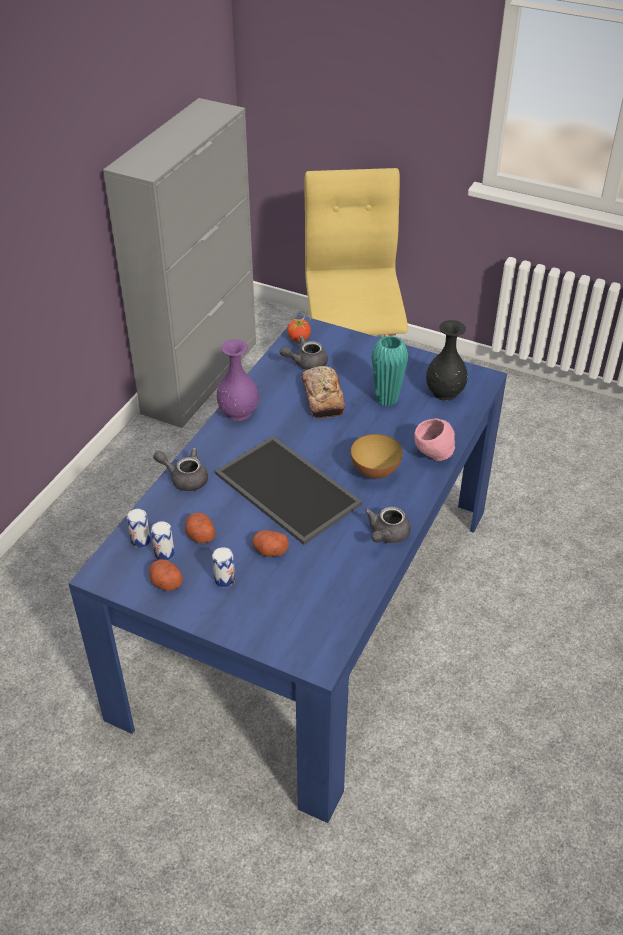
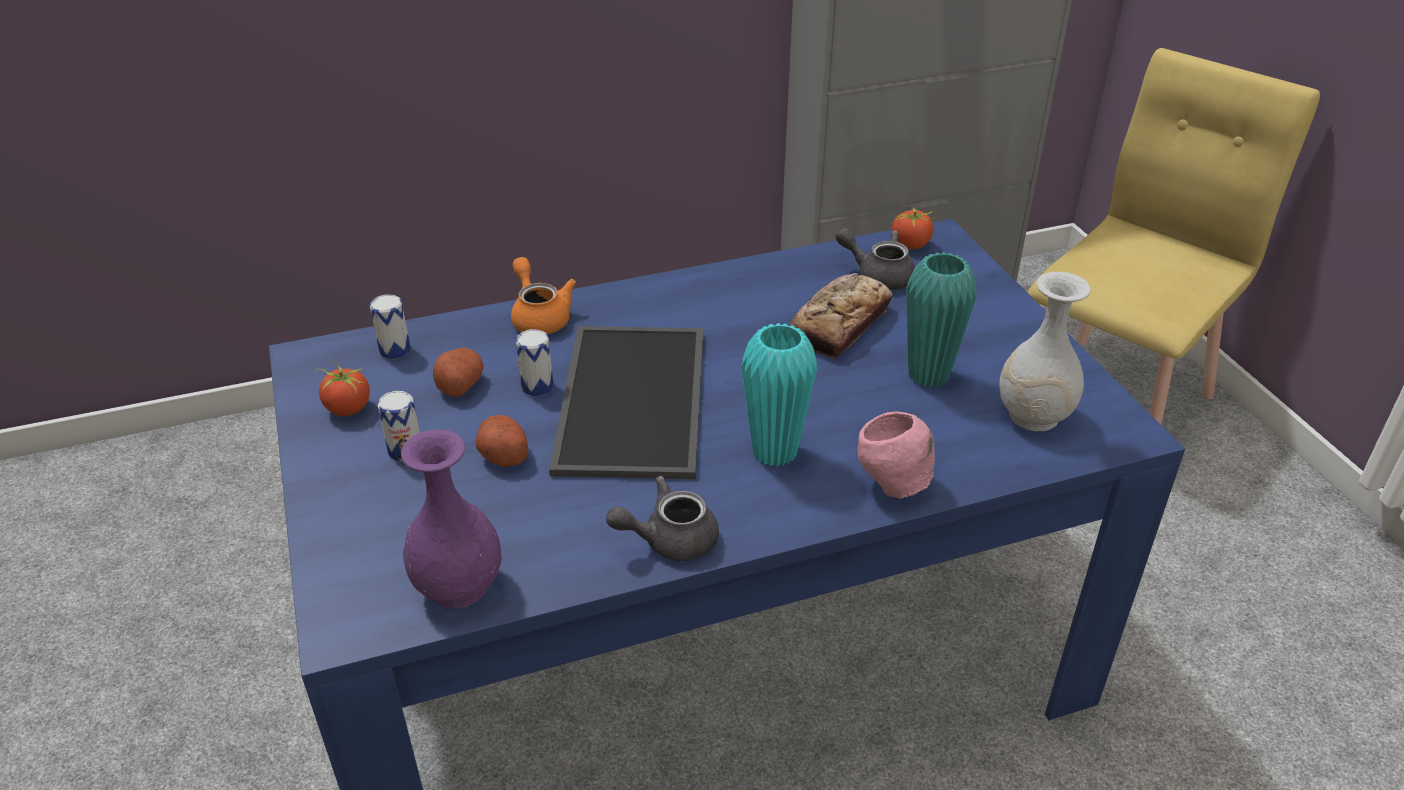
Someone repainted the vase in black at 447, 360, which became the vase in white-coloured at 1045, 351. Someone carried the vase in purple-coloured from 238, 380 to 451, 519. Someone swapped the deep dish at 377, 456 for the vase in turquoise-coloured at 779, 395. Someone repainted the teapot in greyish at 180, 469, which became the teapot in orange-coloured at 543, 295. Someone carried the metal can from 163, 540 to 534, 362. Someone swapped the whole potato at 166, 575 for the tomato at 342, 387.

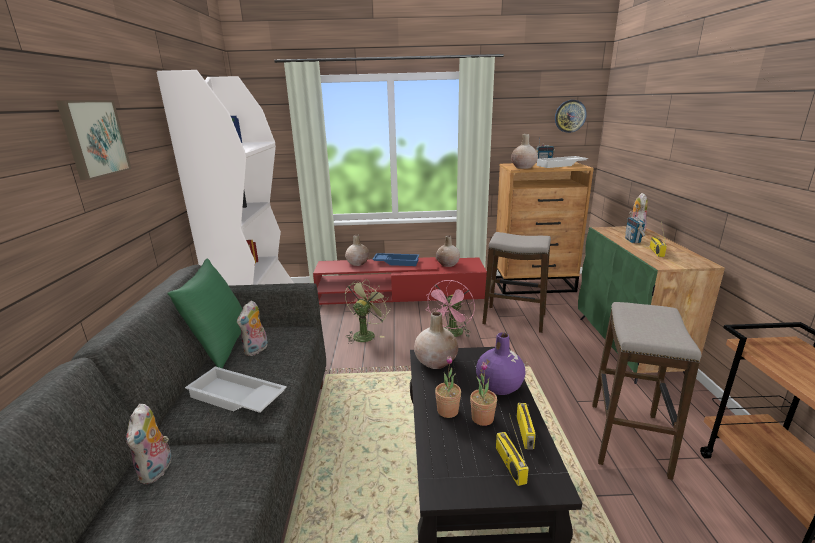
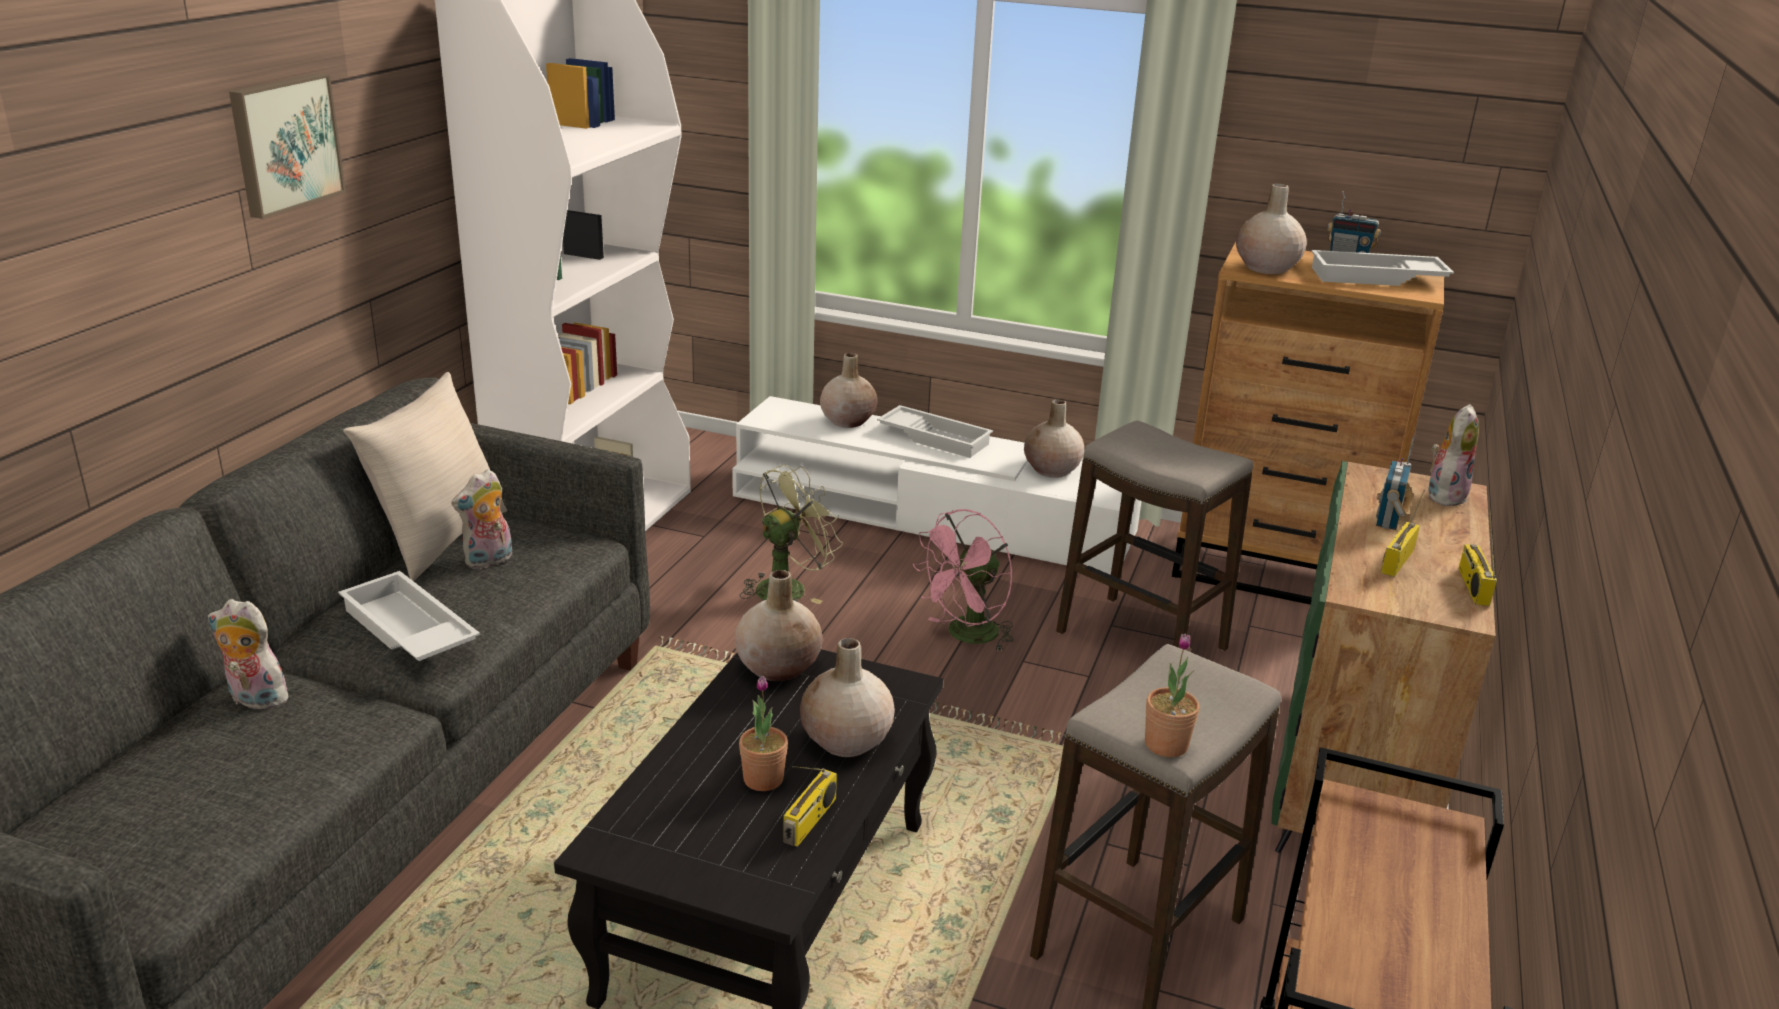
Someone took away the wall clock at 571, 116. Someone repainted the tray in bluish at 395, 259, which became the tray in white-coloured at 935, 431. Someone repainted the tv stand in red-coloured at 400, 281, which became the tv stand in white-coloured at 936, 485. Someone repainted the pillow in green at 205, 313, which became the pillow in beige at 425, 476. Someone repainted the vase in purple-coloured at 501, 364, which became the vase in beige at 847, 697. Someone carried the houseplant from 448, 387 to 1172, 695. Someone rotated the cuddly toy at 150, 444 by 90 degrees clockwise. Someone carried the radio receiver from 512, 449 to 1477, 558.

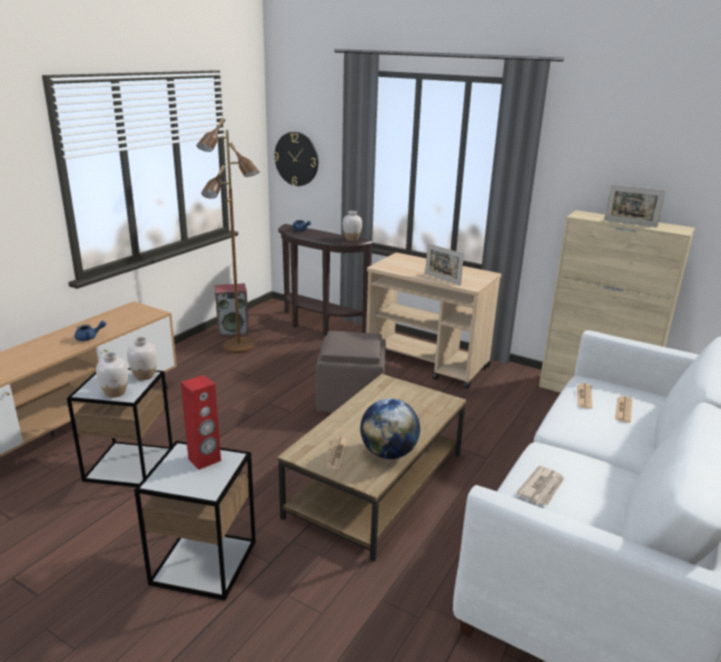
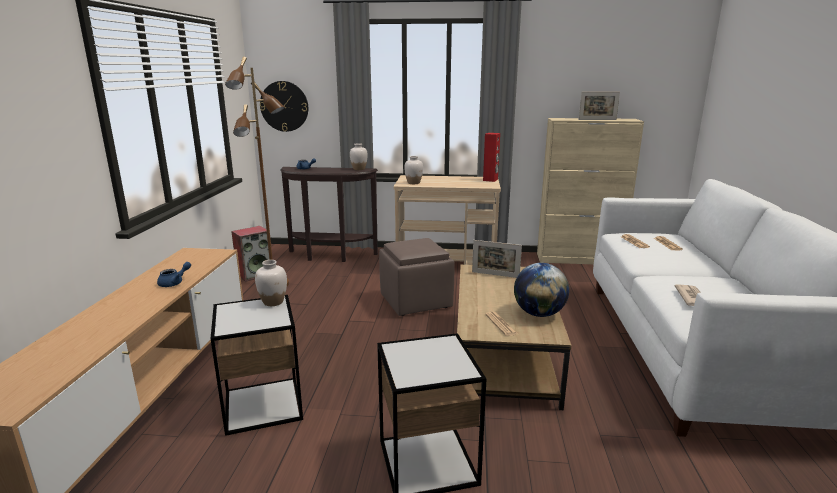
Someone carried the photo frame from 444, 264 to 497, 259. Someone carried the vase in white-coloured from 112, 375 to 413, 170. Someone carried the audio speaker in red-coloured from 201, 422 to 491, 157.

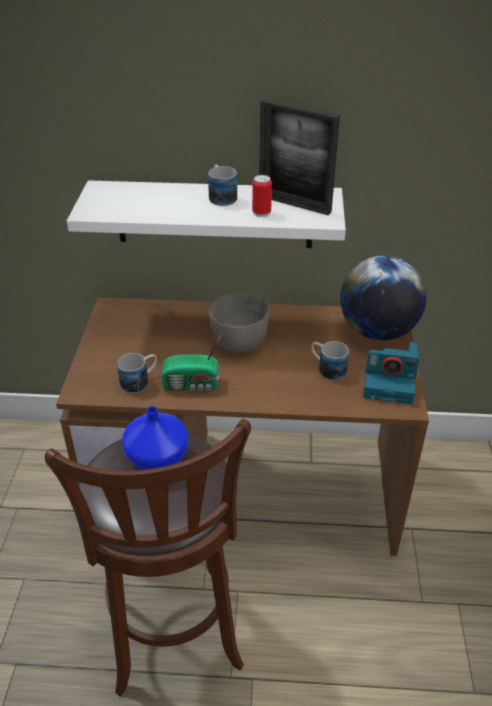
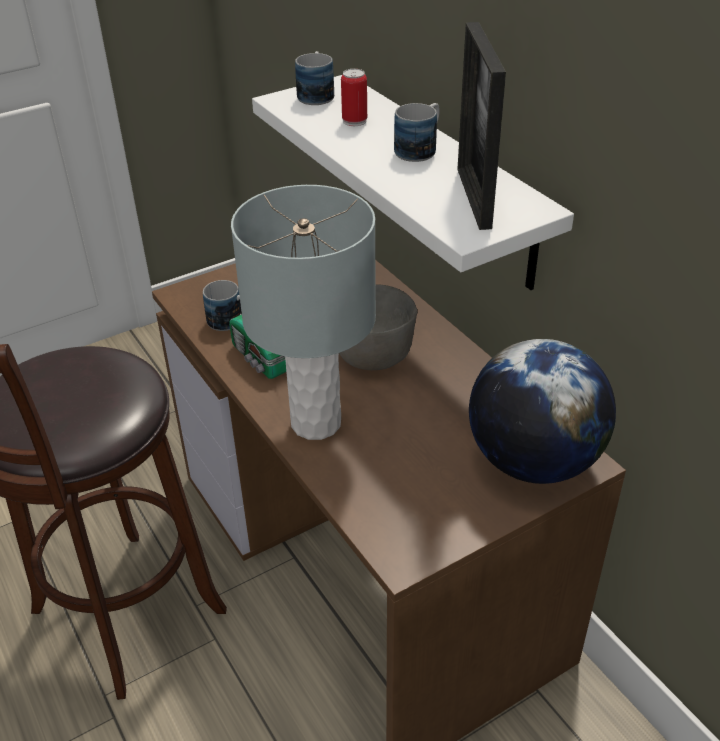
Someone carried the metal can from 262, 196 to 354, 97. Someone carried the mug from 330, 360 to 314, 78. Someone took away the photo camera at 391, 373. Someone took away the vase in bluish at 155, 438. Someone put down the lamp for a table in greyish at 303, 312.

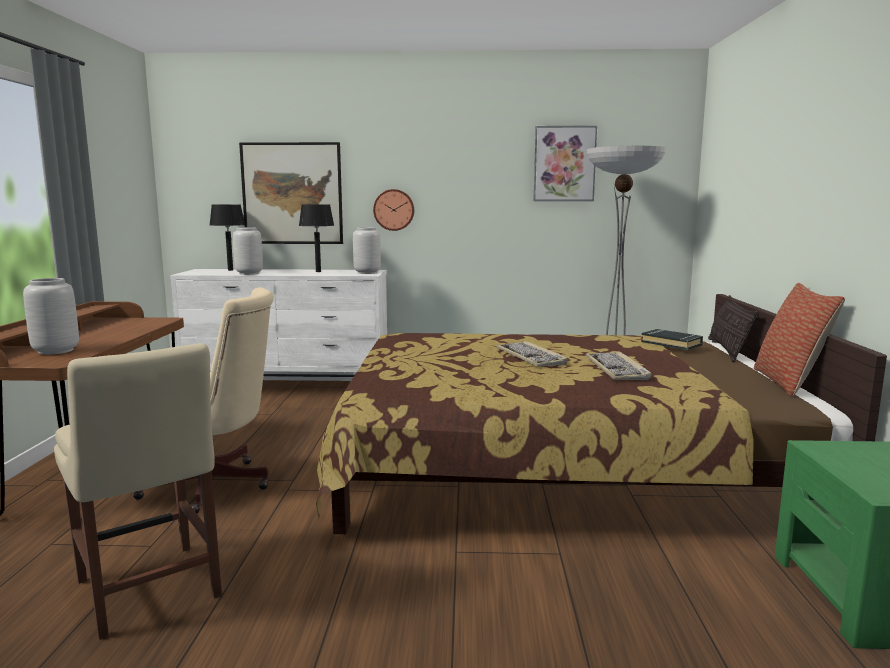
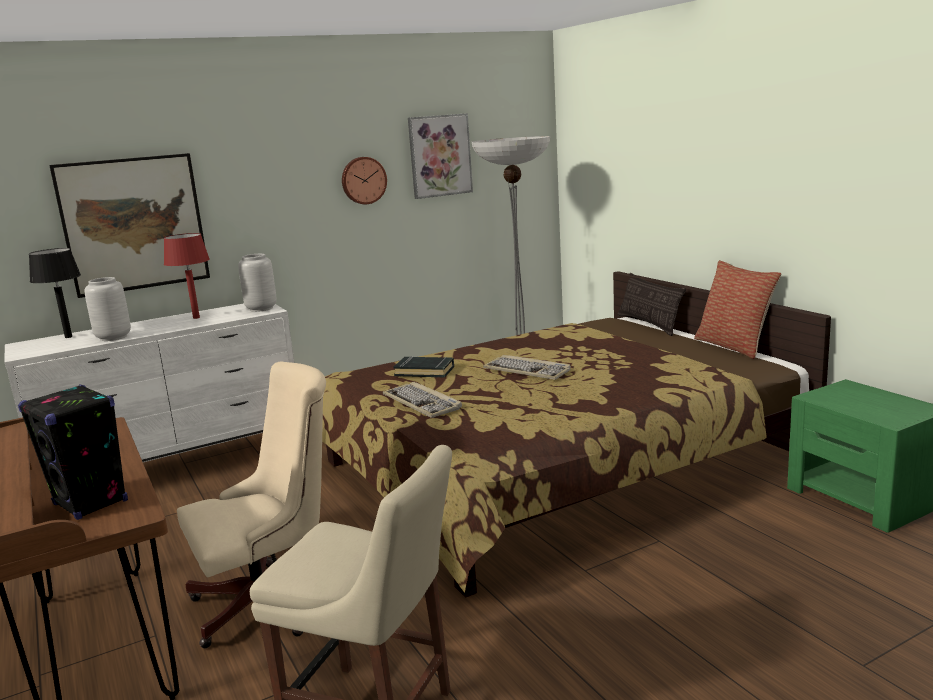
Someone carried the wall clock from 393, 210 to 364, 180. Someone repainted the lamp for a table in black at 316, 238, which became the lamp for a table in red-coloured at 187, 276. Someone swapped the vase in greyish at 51, 316 for the audio speaker in black at 73, 452. Someone carried the bound book in black from 672, 339 to 423, 366. Someone carried the keyboard from 619, 365 to 422, 400.

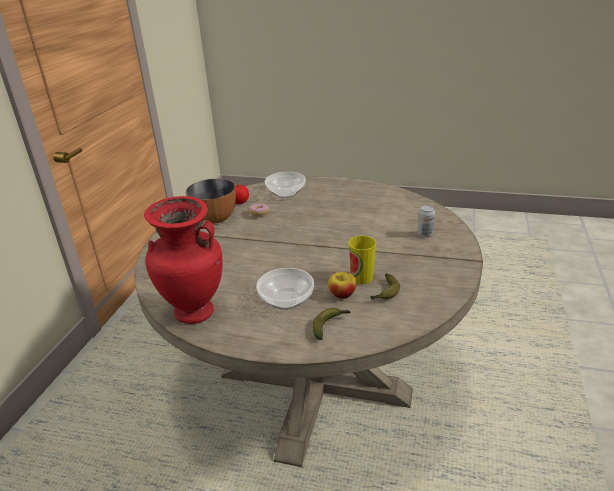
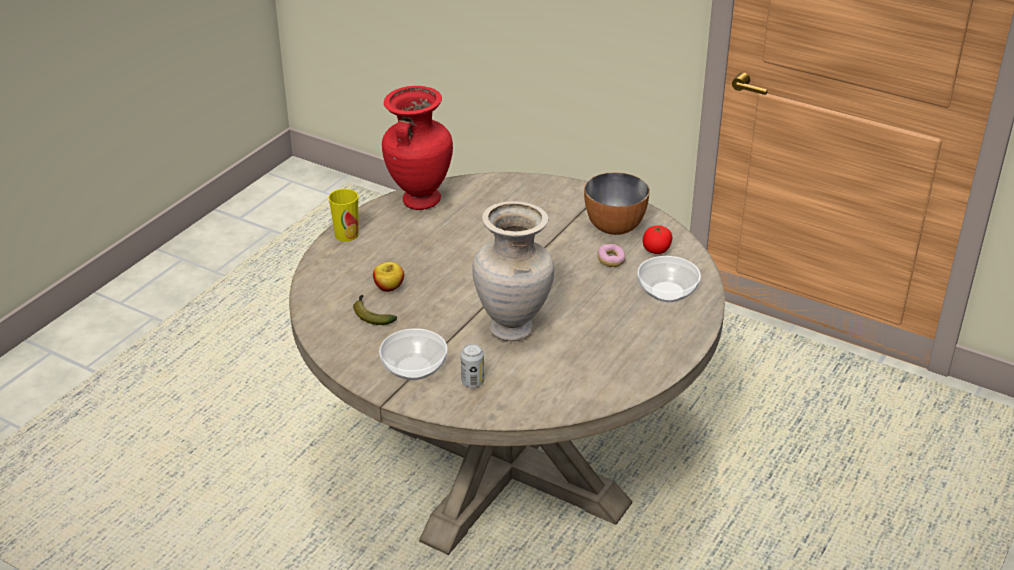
Someone carried the small cup from 362, 260 to 343, 215. Someone carried the deep dish from 285, 289 to 413, 354. Someone took away the banana fruit at 331, 324. Someone put down the vase in beige at 513, 271.

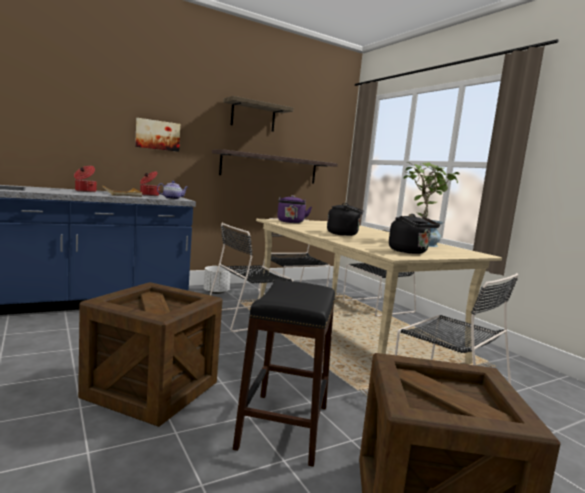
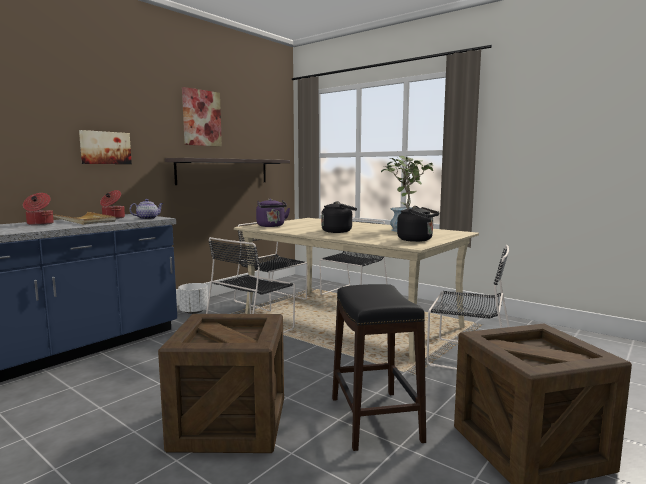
Someone swapped the bracket shelf at 258, 114 for the wall art at 202, 117.

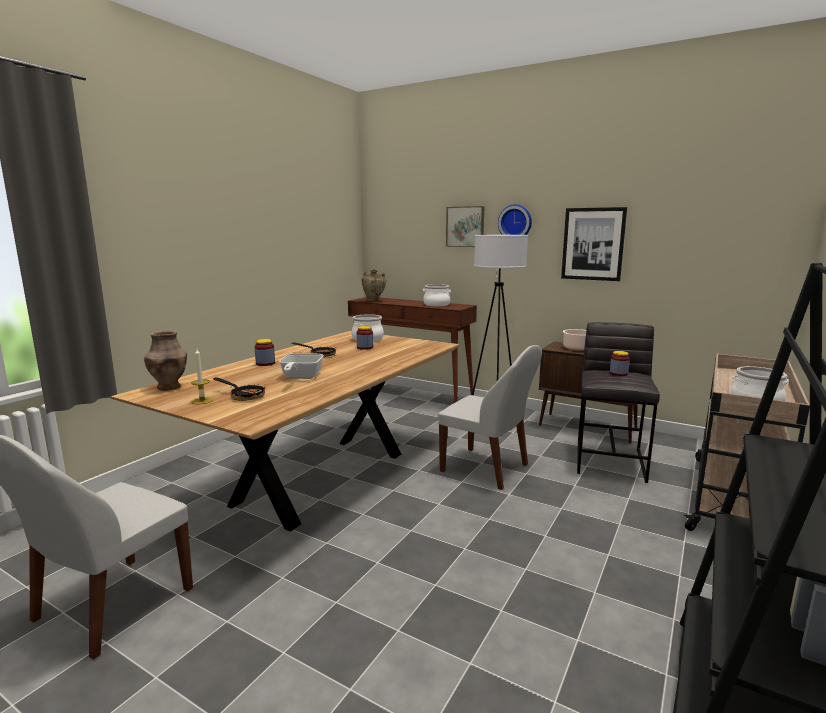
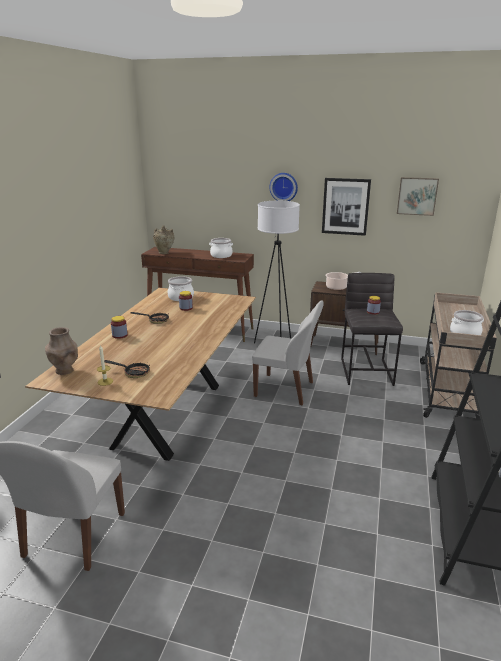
Someone carried the wall art from 465, 226 to 418, 196. Someone took away the frying pan at 301, 366.

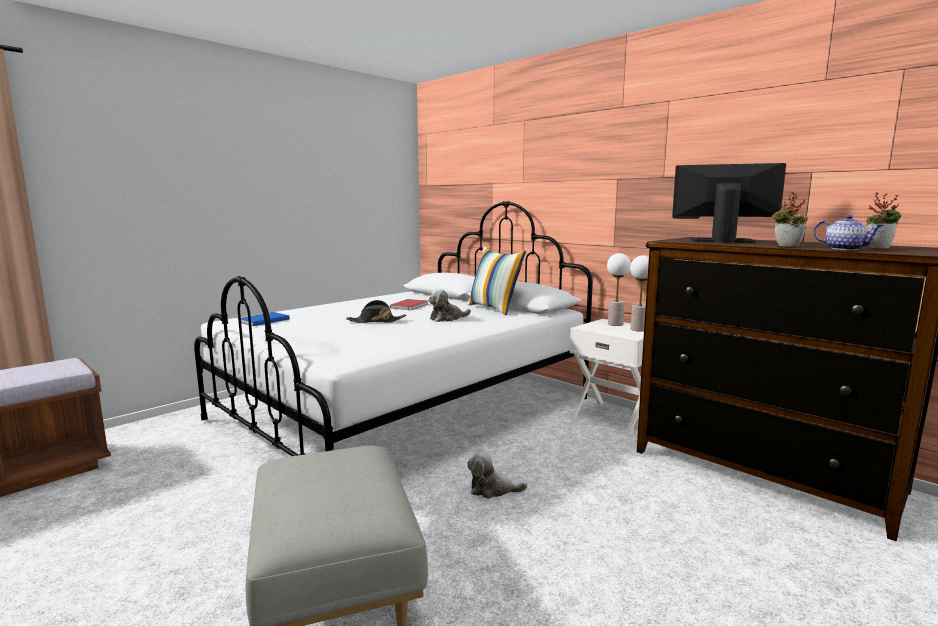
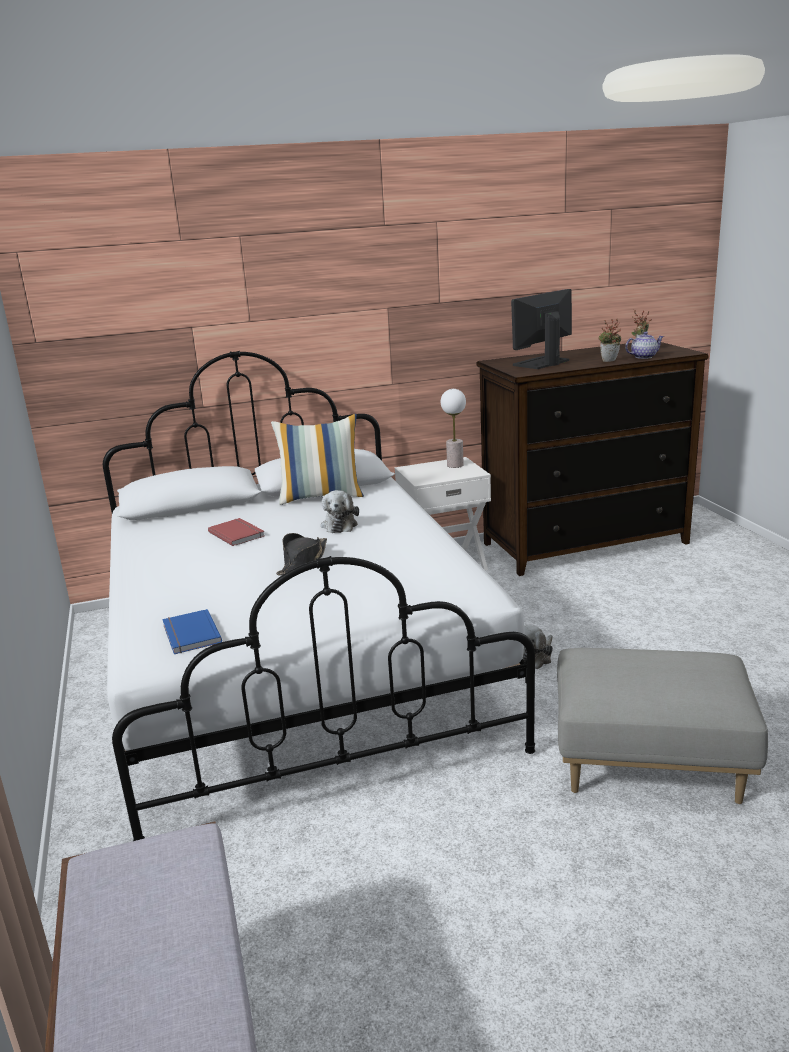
Someone took away the lamp for a table at 619, 289.

